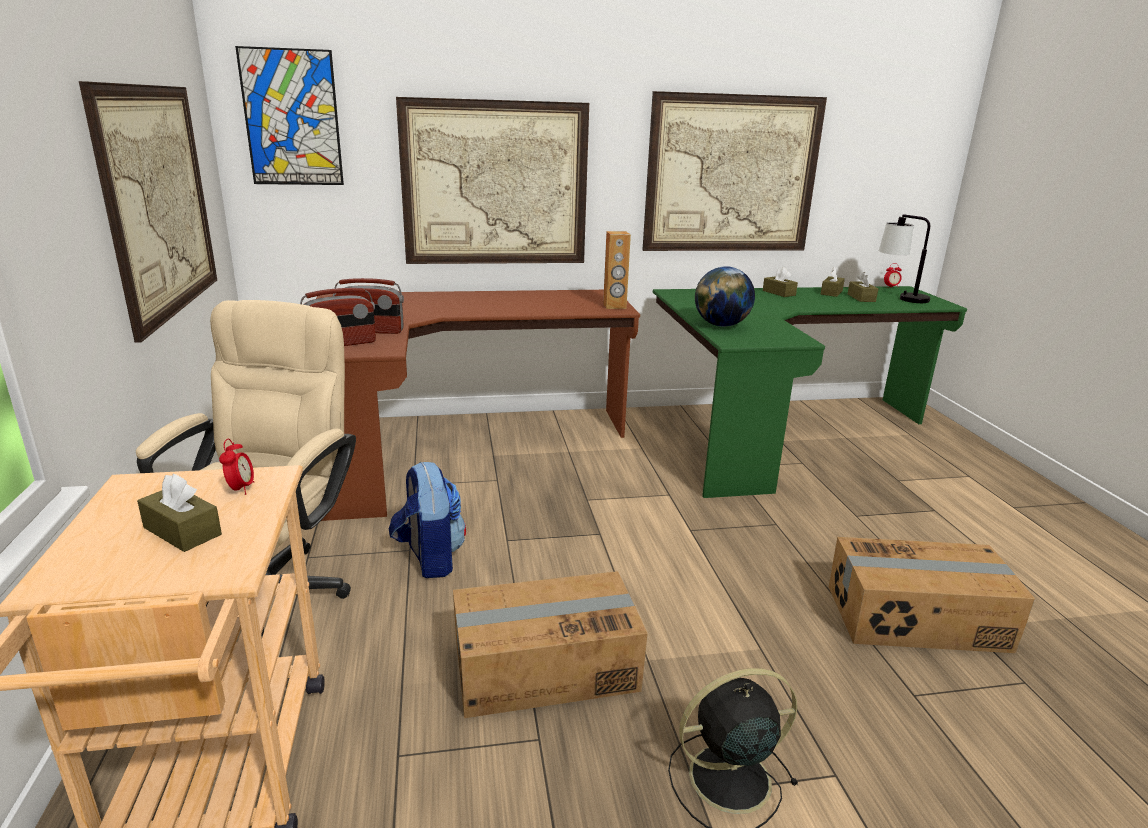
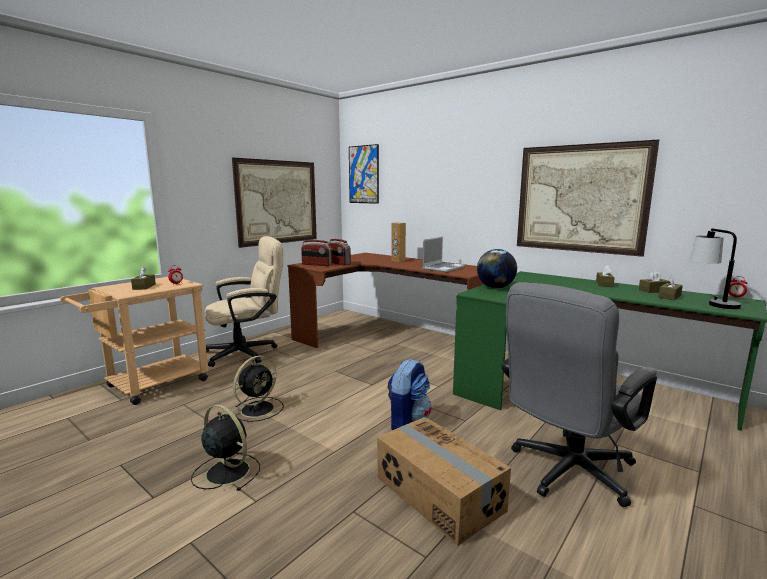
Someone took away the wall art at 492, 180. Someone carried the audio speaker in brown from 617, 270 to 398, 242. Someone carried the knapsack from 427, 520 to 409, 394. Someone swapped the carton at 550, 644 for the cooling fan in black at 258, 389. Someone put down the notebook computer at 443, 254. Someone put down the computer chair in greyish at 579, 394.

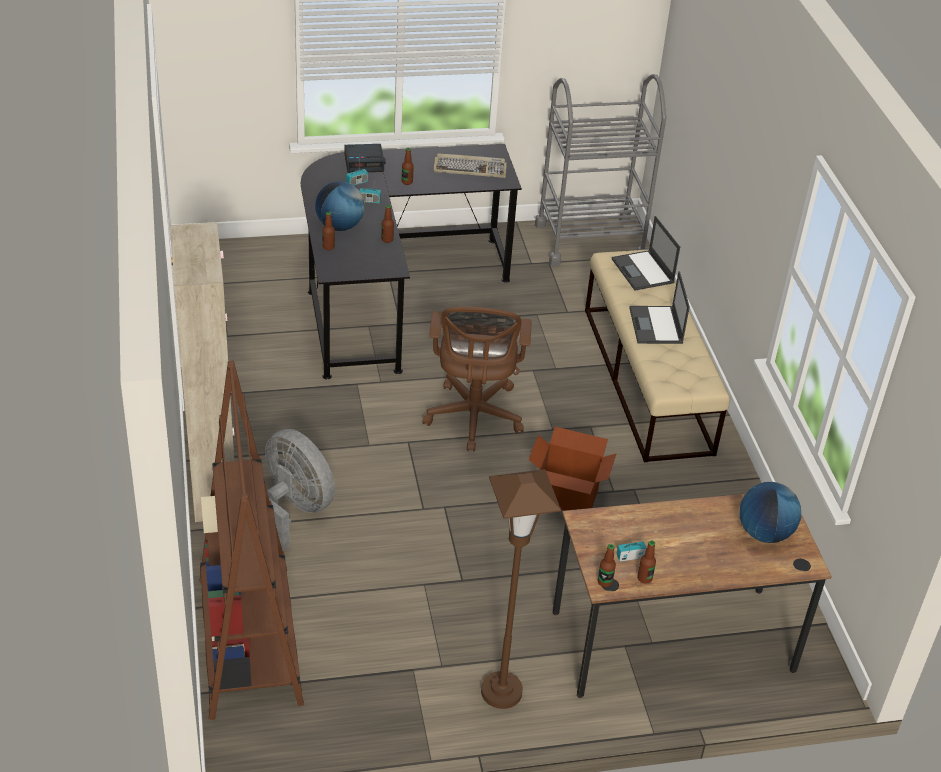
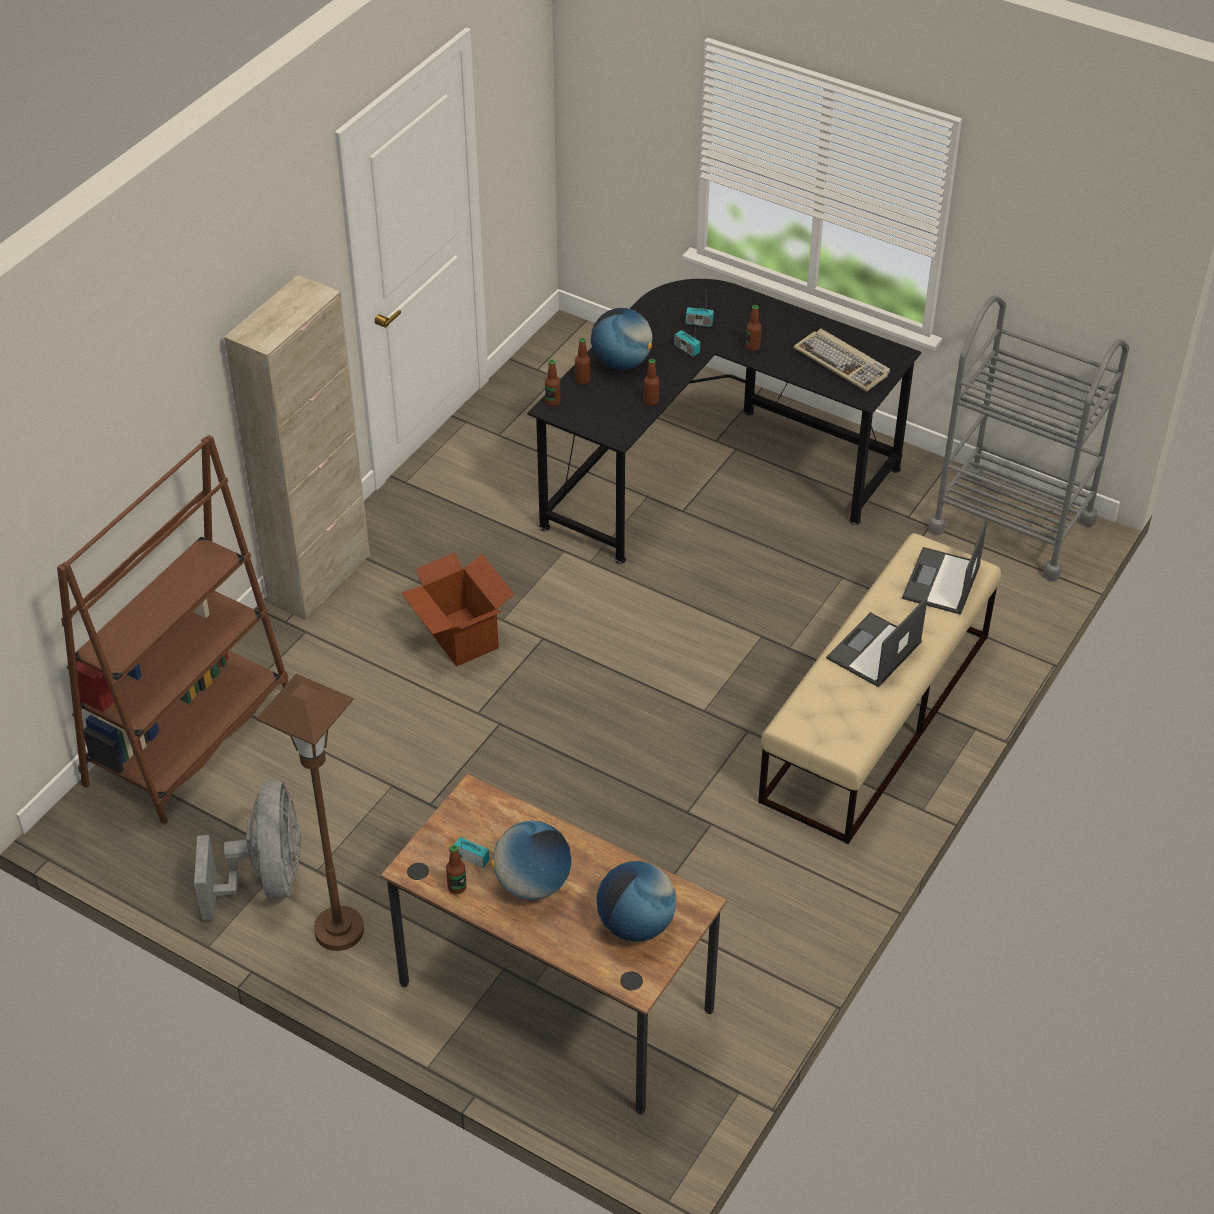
Someone took away the table clock at 365, 158. Someone took away the computer chair in brown at 477, 379. Someone carried the carton from 572, 469 to 458, 609. Someone carried the cooling fan in greyish from 300, 490 to 247, 851. Someone carried the drink bottle from 607, 565 to 553, 382. Someone put down the globe at 531, 860.

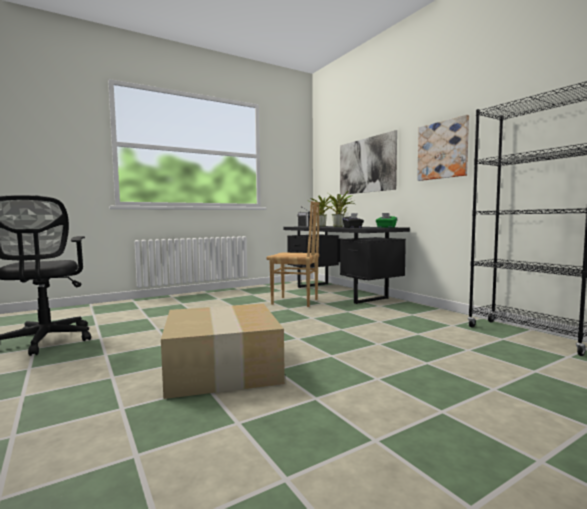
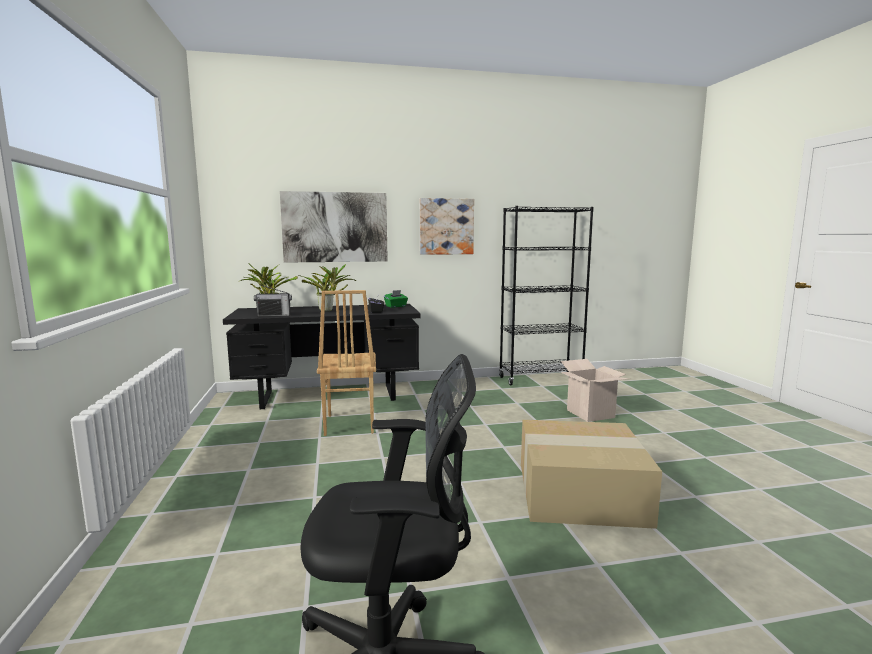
Someone rotated the plain chair in brown at 292, 254 by 135 degrees clockwise. Someone put down the carton at 595, 390.

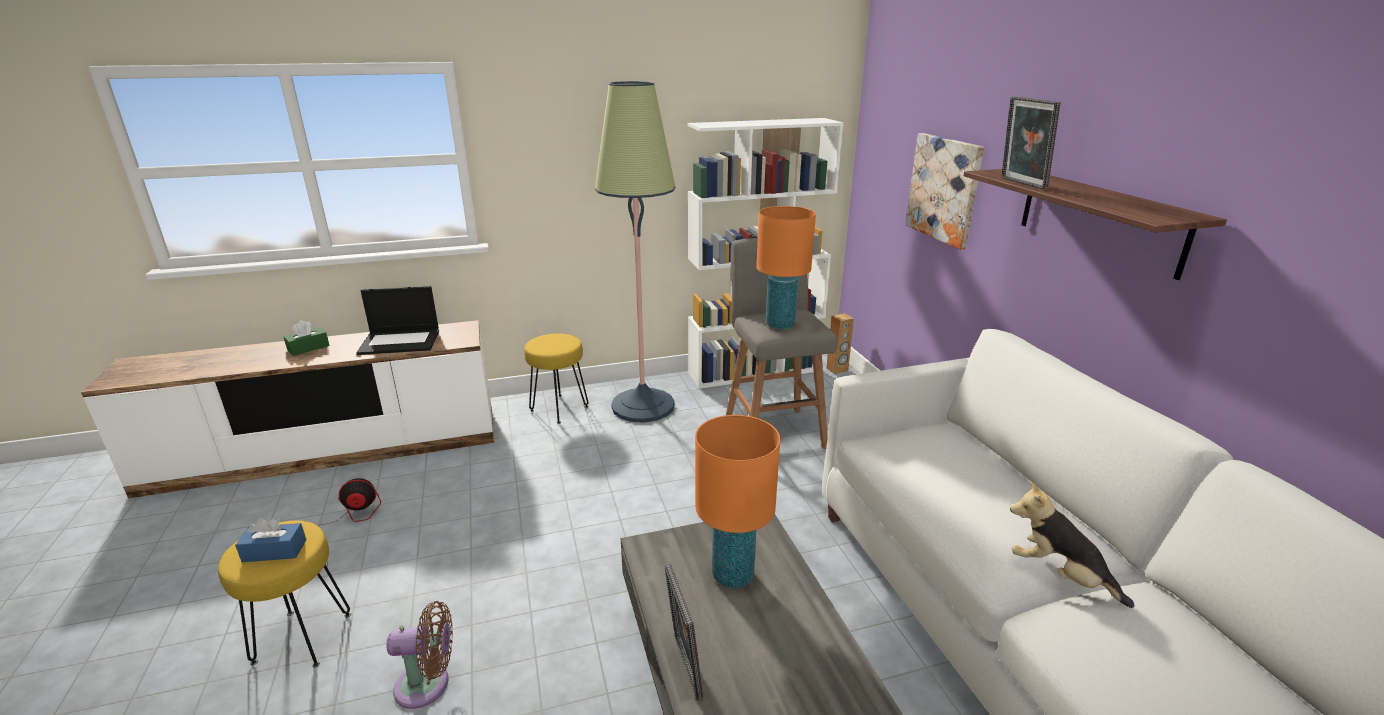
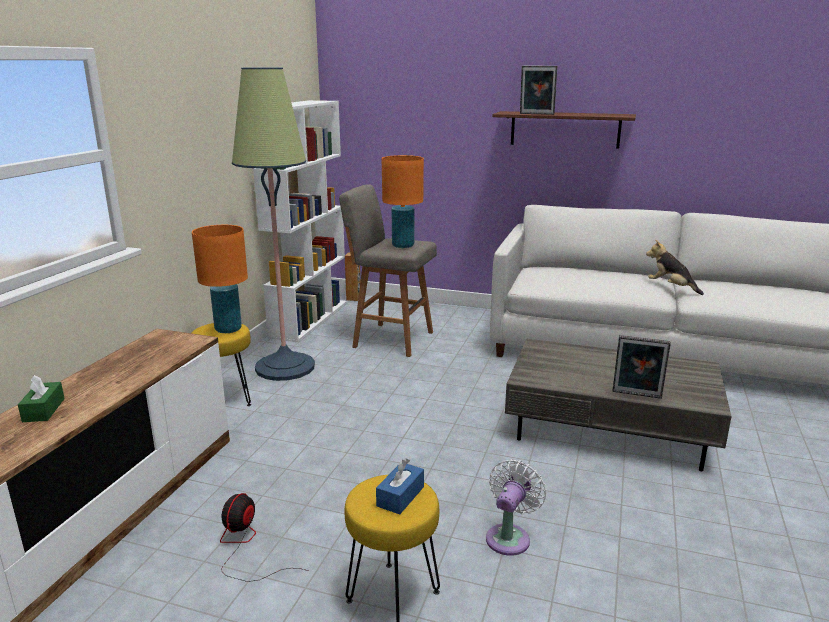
Someone took away the wall art at 944, 191. Someone took away the notebook computer at 397, 320. Someone carried the lamp for a table in orange-coloured from 737, 501 to 220, 279. Someone rotated the cuddly toy at 1072, 544 by 60 degrees clockwise. Someone repainted the cooling fan in brown at 419, 655, which became the cooling fan in white-coloured at 516, 507.

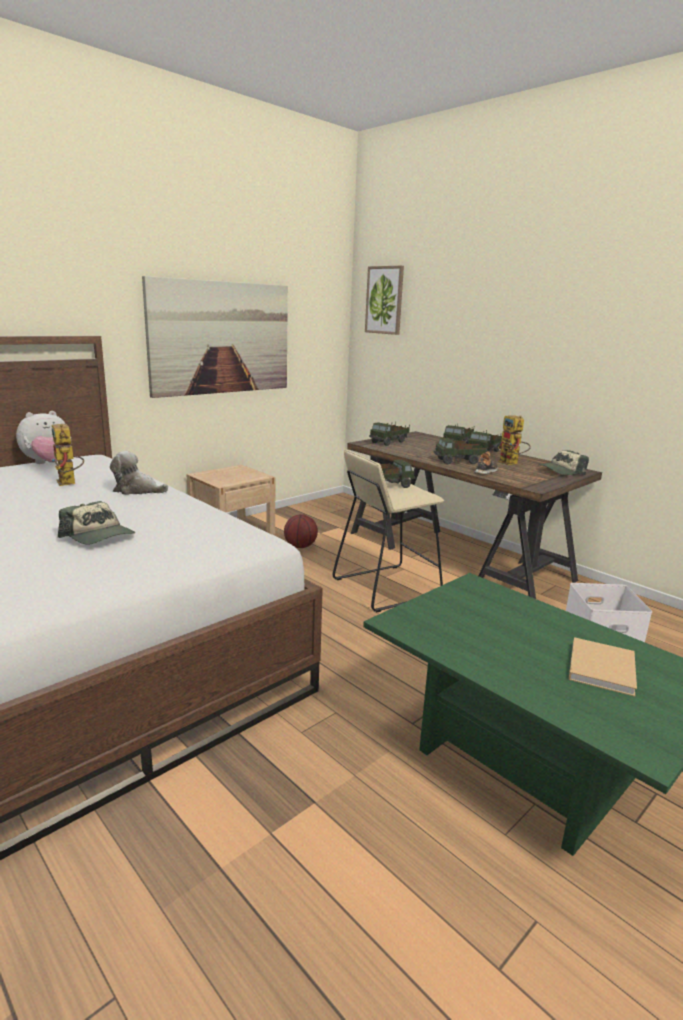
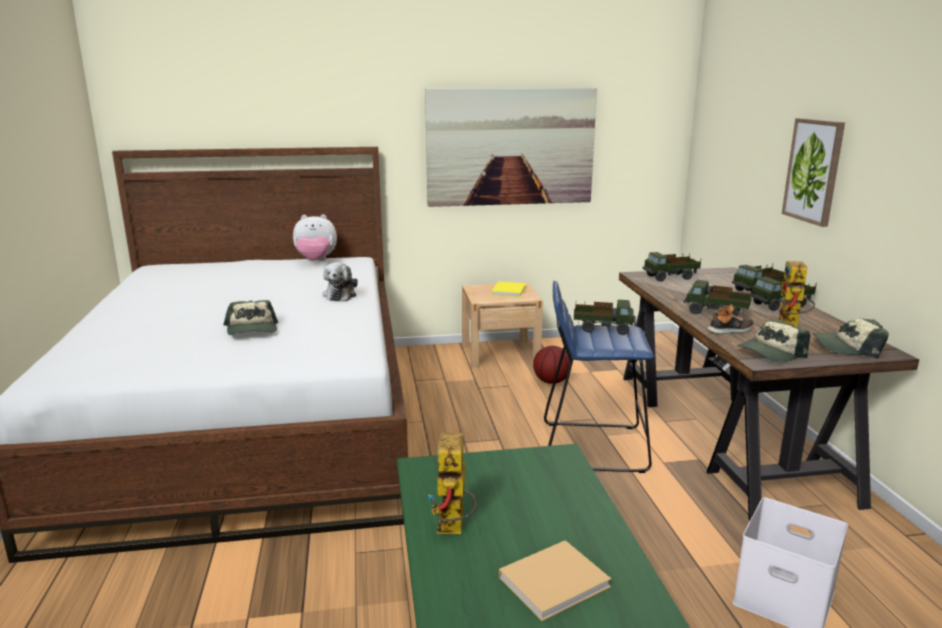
Someone carried the wall art from 384, 300 to 813, 172. Someone carried the model robot from 67, 455 to 452, 483. Someone repainted the stool in beige at 388, 531, which became the stool in bluish at 599, 377. Someone rotated the cuddly toy at 139, 473 by 135 degrees counterclockwise. Someone put down the bound book in yellow-coloured at 508, 289. Someone put down the baseball cap at 774, 340.

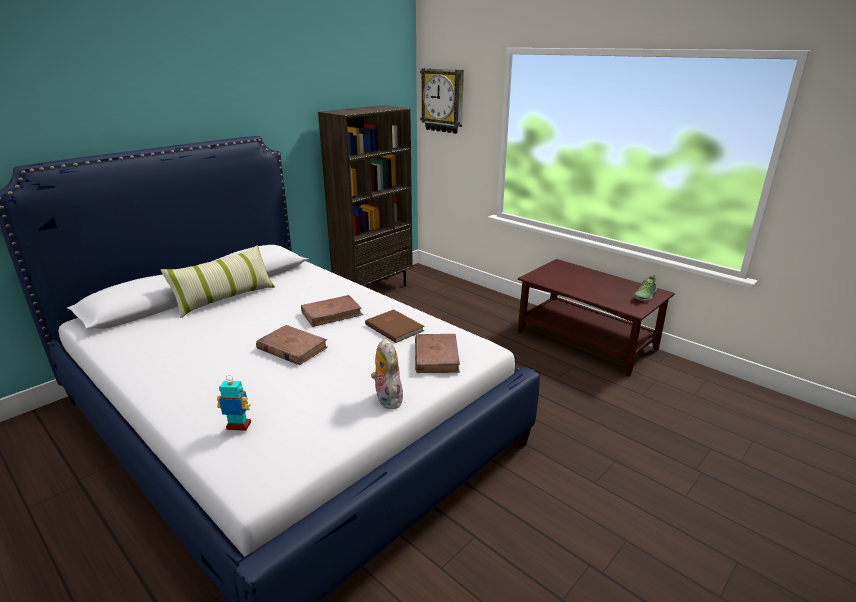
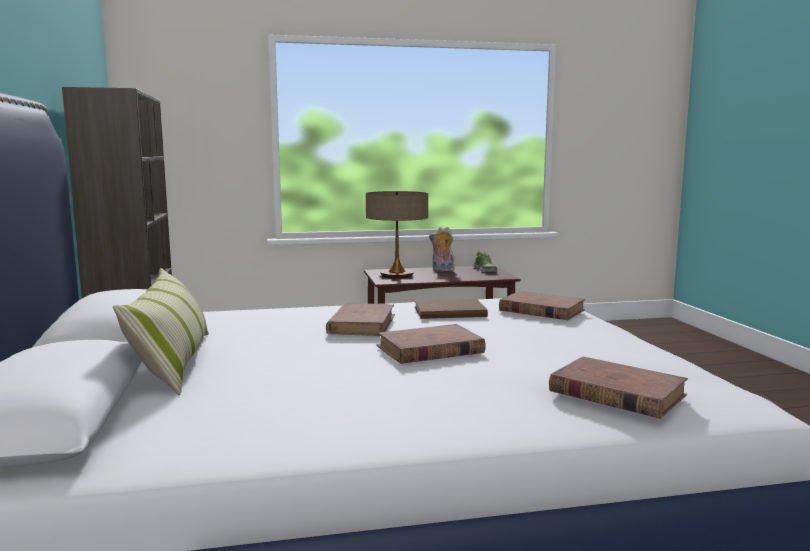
Someone took away the wall clock at 442, 101. Someone carried the cuddly toy from 387, 373 to 442, 249. Someone swapped the model robot at 234, 403 for the bound book in brown at 618, 388. Someone put down the lamp for a table at 397, 235.

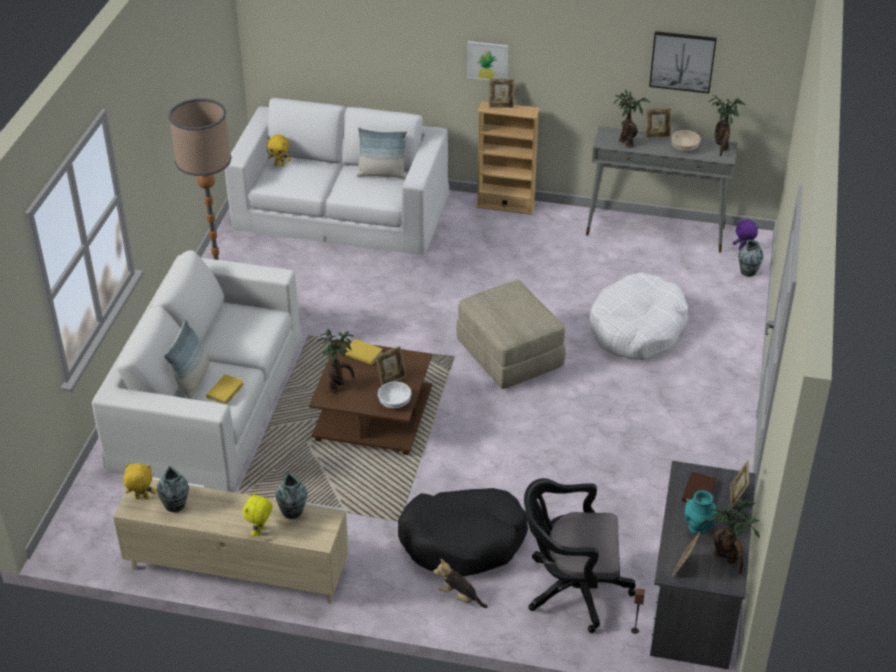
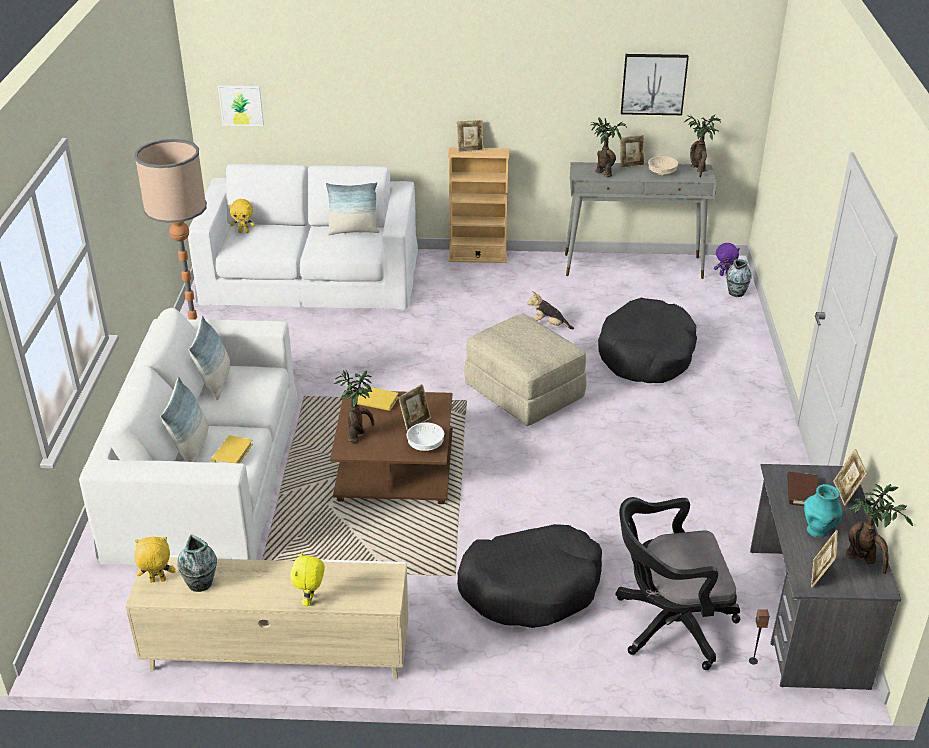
Someone carried the wall art from 487, 60 to 241, 105. Someone repainted the dog bed in white-coloured at 639, 316, which became the dog bed in black at 647, 340. Someone took away the vase at 291, 495. Someone carried the cuddly toy from 460, 583 to 550, 310. Someone put down the pillow at 209, 358.

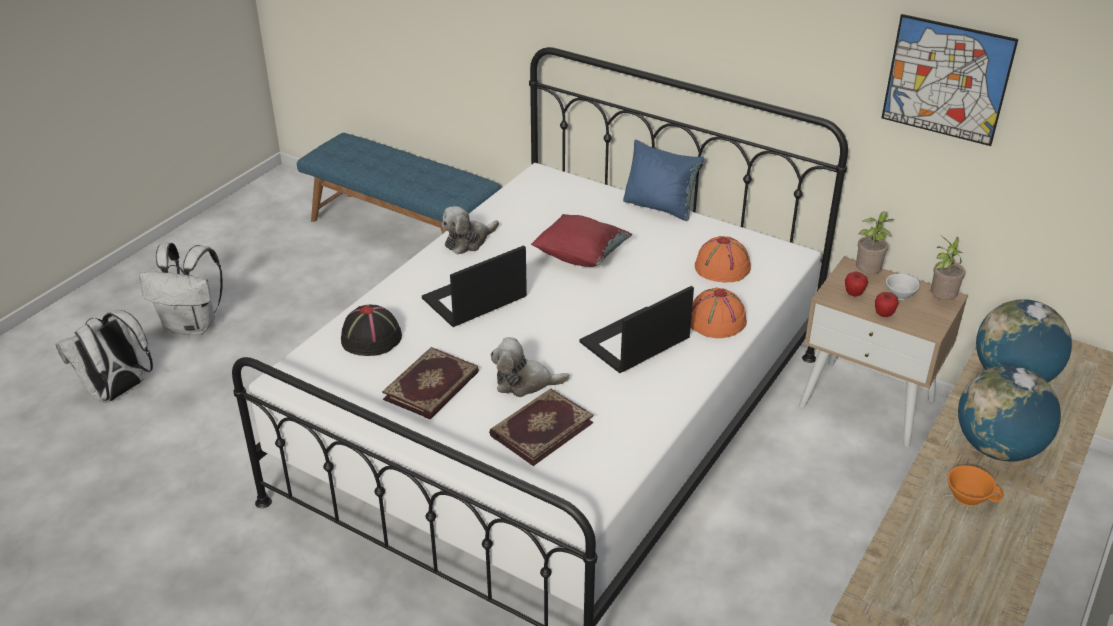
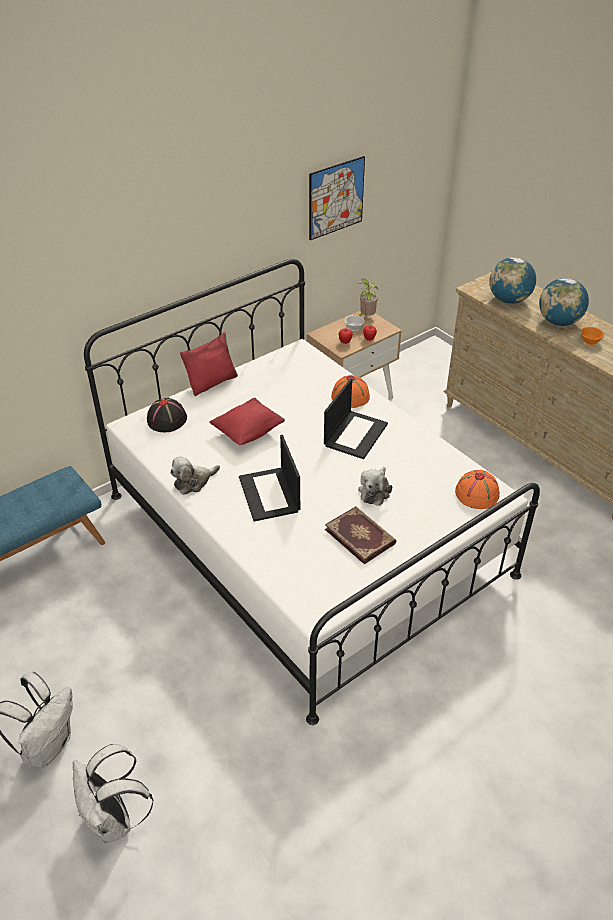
Someone repainted the pillow in bluish at 663, 180, which became the pillow in red-coloured at 209, 364. Someone rotated the cuddly toy at 470, 230 by 75 degrees clockwise. Someone took away the houseplant at 875, 242. Someone carried the clothing hat in orange-coloured from 723, 259 to 477, 489. Someone rotated the notebook computer at 636, 329 by 135 degrees counterclockwise. Someone carried the clothing hat in black from 371, 330 to 167, 415. Someone took away the bound book at 541, 427.

